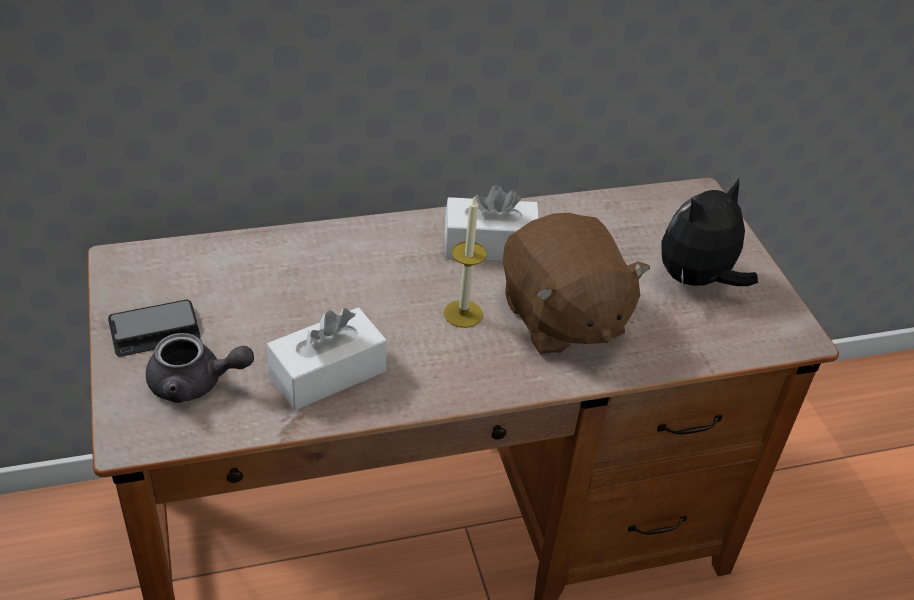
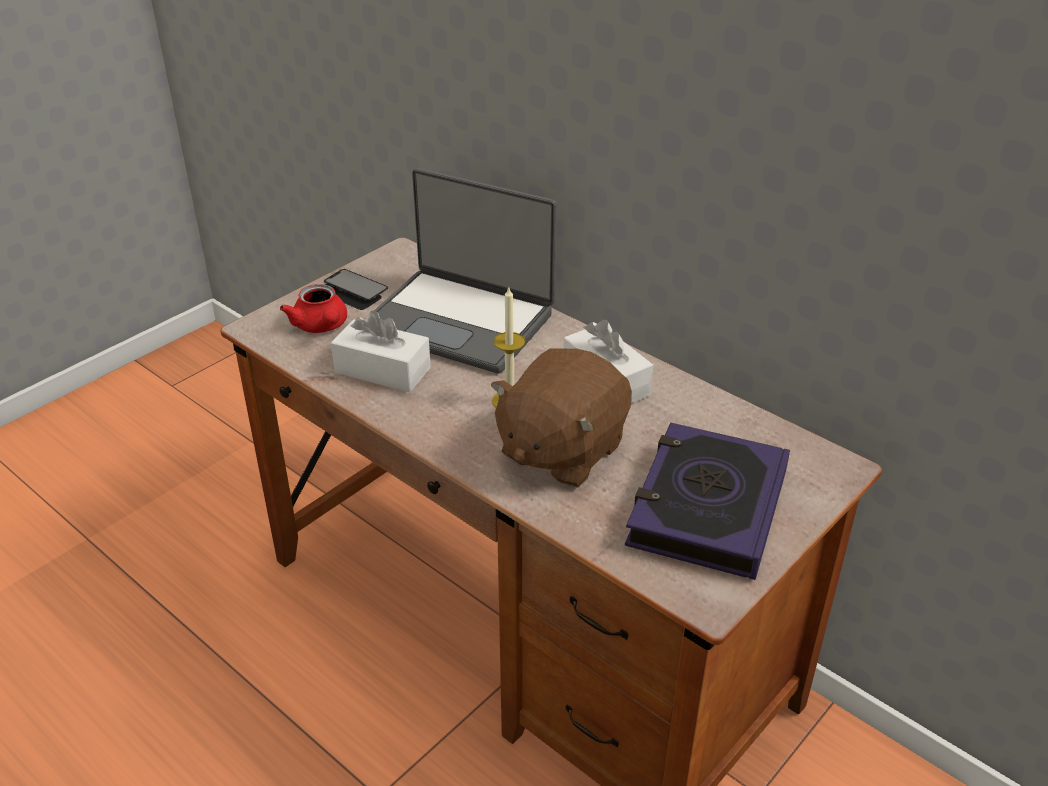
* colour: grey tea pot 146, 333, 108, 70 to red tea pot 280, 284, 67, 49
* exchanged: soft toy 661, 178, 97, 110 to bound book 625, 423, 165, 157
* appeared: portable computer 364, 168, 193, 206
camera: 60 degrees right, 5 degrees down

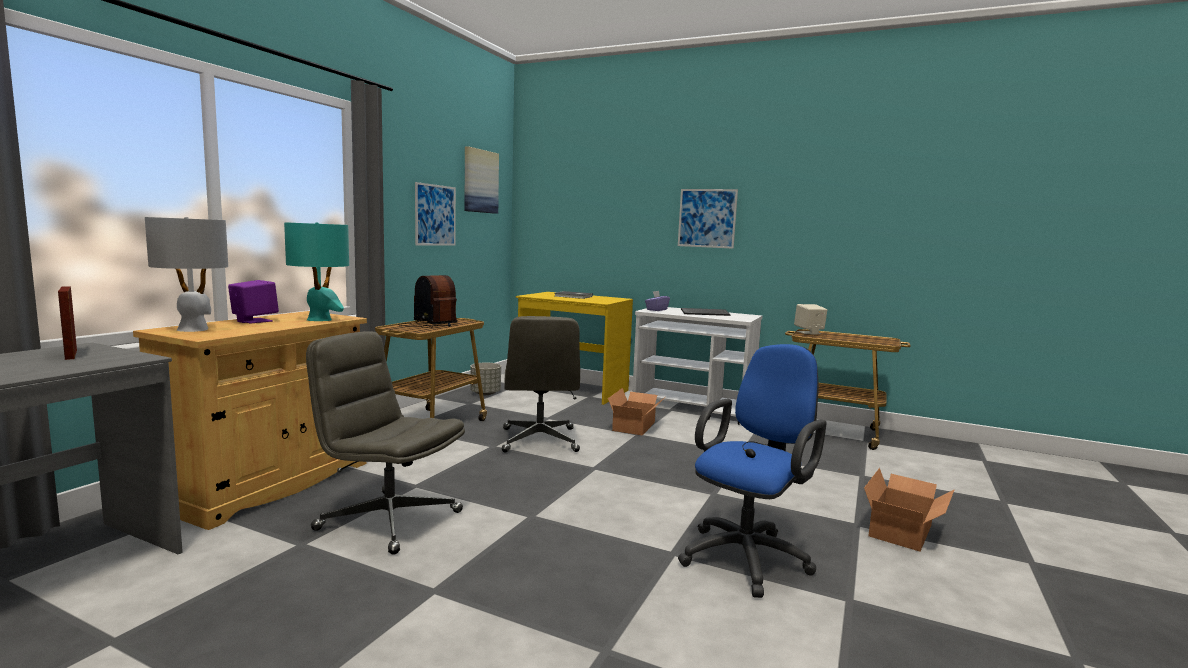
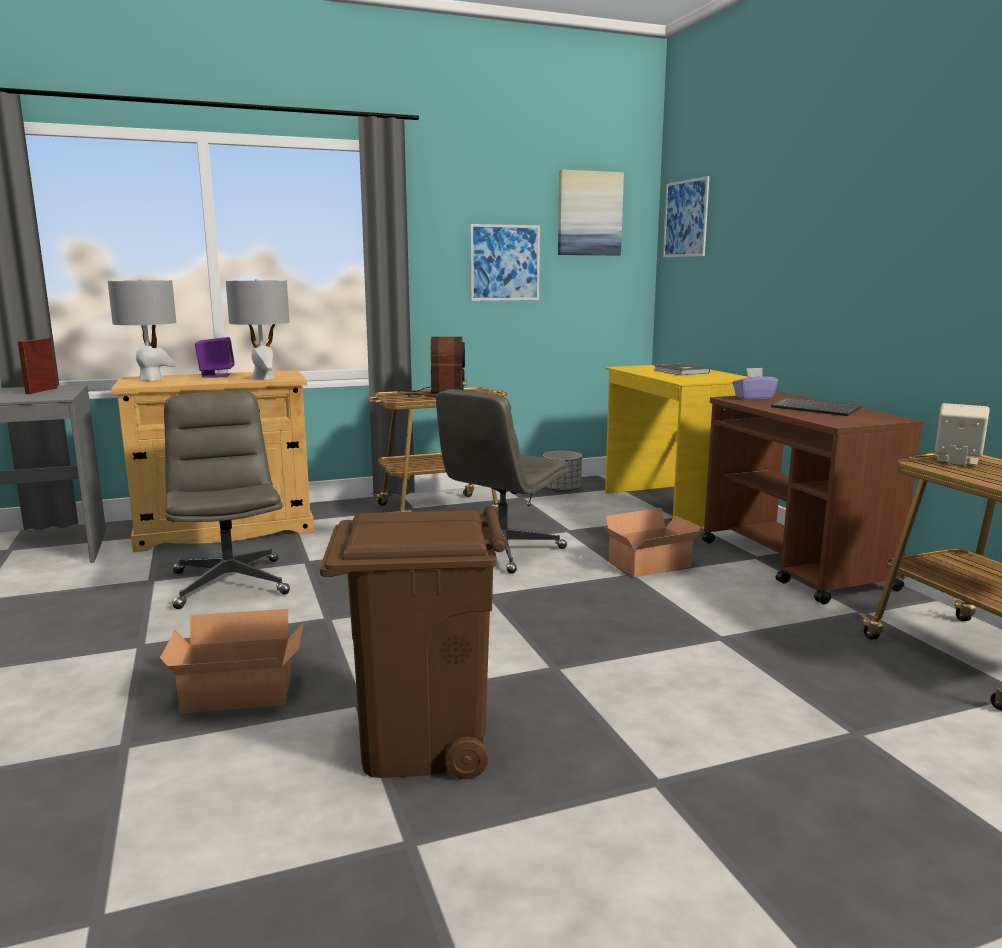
* colour: turquoise lamp for a table 284, 222, 65, 99 to grey lamp for a table 226, 280, 64, 100
* colour: whitish trolley 632, 307, 130, 118 to brown trolley 702, 393, 222, 212
* relocated: wall art 678, 189, 60, 60 to 663, 176, 47, 81
* exchanged: blue-coloured computer chair 678, 344, 149, 254 to brown waste bin 320, 505, 187, 274
* relocated: carton 864, 468, 90, 84 to 160, 609, 144, 105
camera: 45 degrees right, 5 degrees up

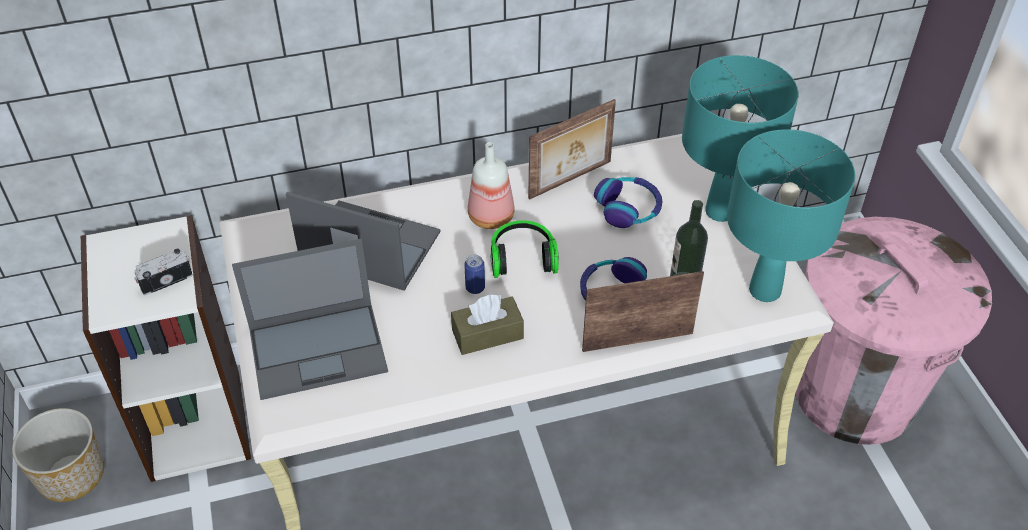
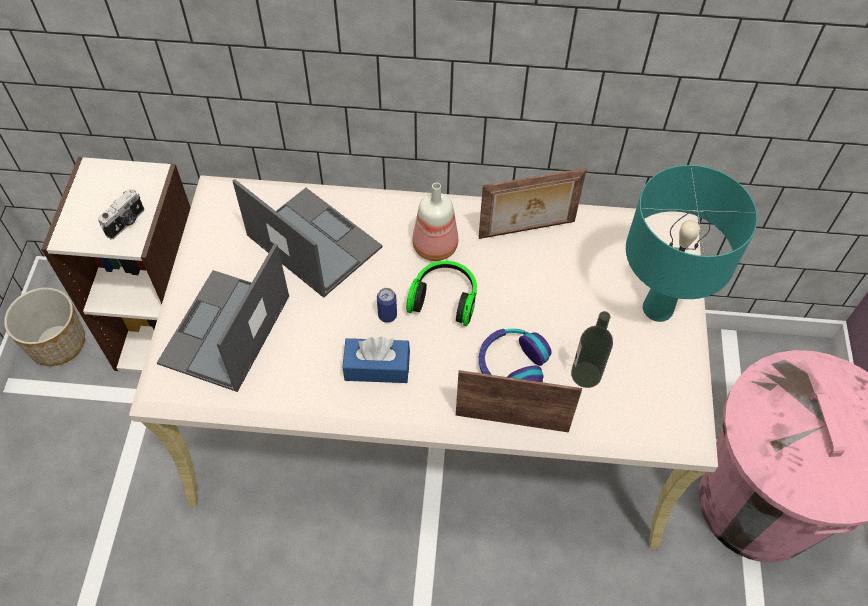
* spun: photo camera 134, 248, 59, 47 = 98, 189, 46, 51 135 degrees clockwise
* spun: portable computer 232, 239, 156, 161 = 157, 243, 132, 149 105 degrees clockwise
* colour: brown tissue box 451, 294, 73, 61 to blue-coloured tissue box 342, 337, 68, 46
* missing: headphones 594, 177, 68, 51
* missing: turquoise lamp for a table 727, 129, 128, 173
camera: 20 degrees right, 10 degrees up

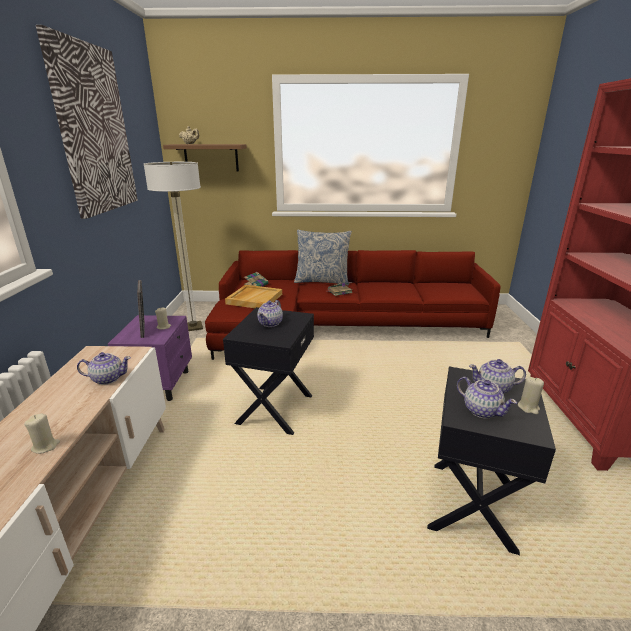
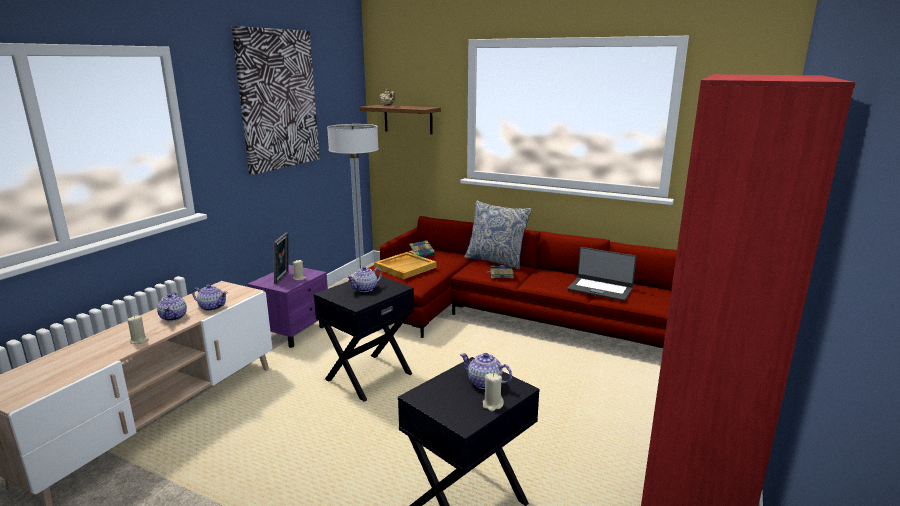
* relocated: tea pot 457, 377, 60, 42 to 157, 292, 30, 29
* appeared: portable computer 567, 247, 70, 54
camera: 25 degrees right, 5 degrees down

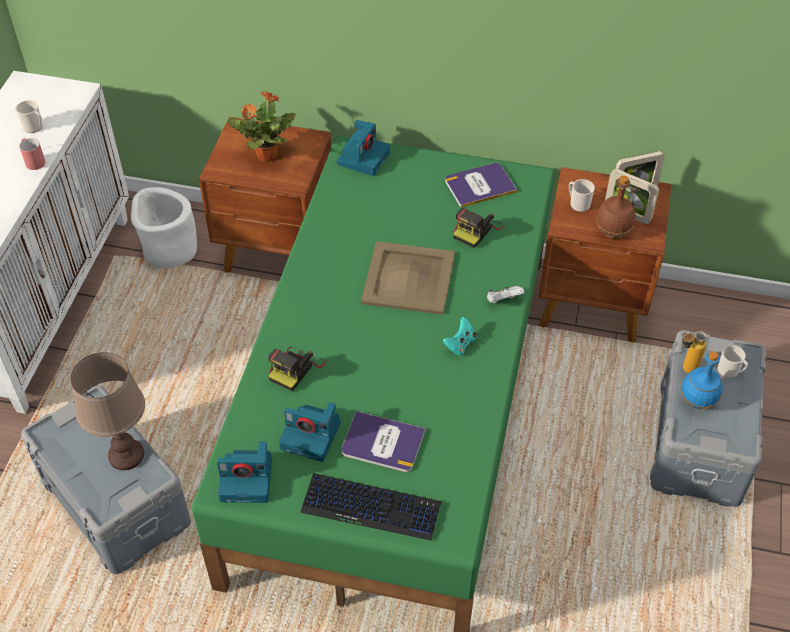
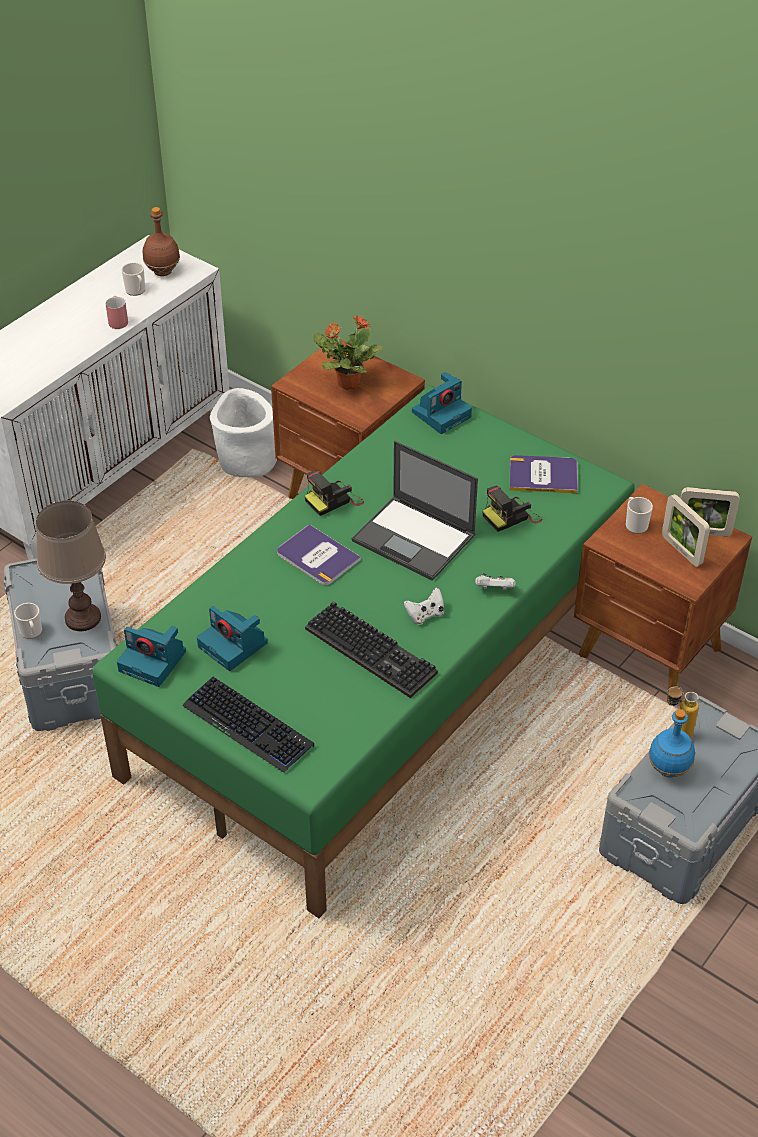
* relocated: photo camera 268, 347, 58, 44 to 305, 470, 59, 46
* relocated: bound book 341, 411, 84, 61 to 277, 524, 84, 61
* exchanged: beige carrying tray 361, 241, 94, 74 to portable computer 352, 441, 126, 140
* colour: turquoise game controller 443, 317, 34, 39 to whitish game controller 404, 588, 40, 37
* relocated: brown bottle 596, 175, 39, 64 to 143, 207, 37, 69
* relocated: coffee mug 718, 345, 30, 33 to 14, 603, 28, 36
* appeared: computer keyboard 305, 601, 133, 97
camera: 25 degrees right, 5 degrees down

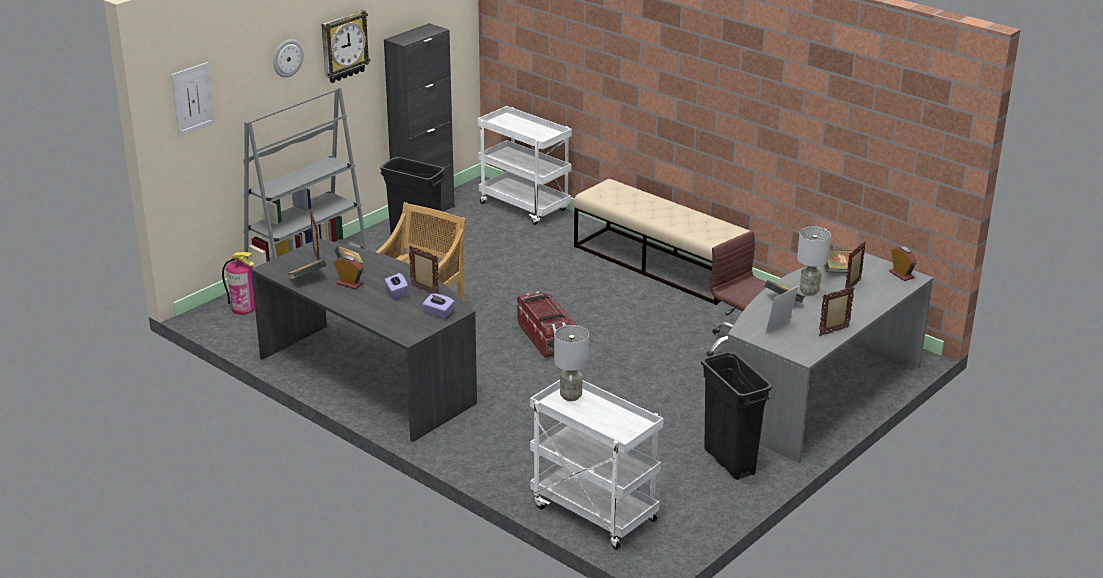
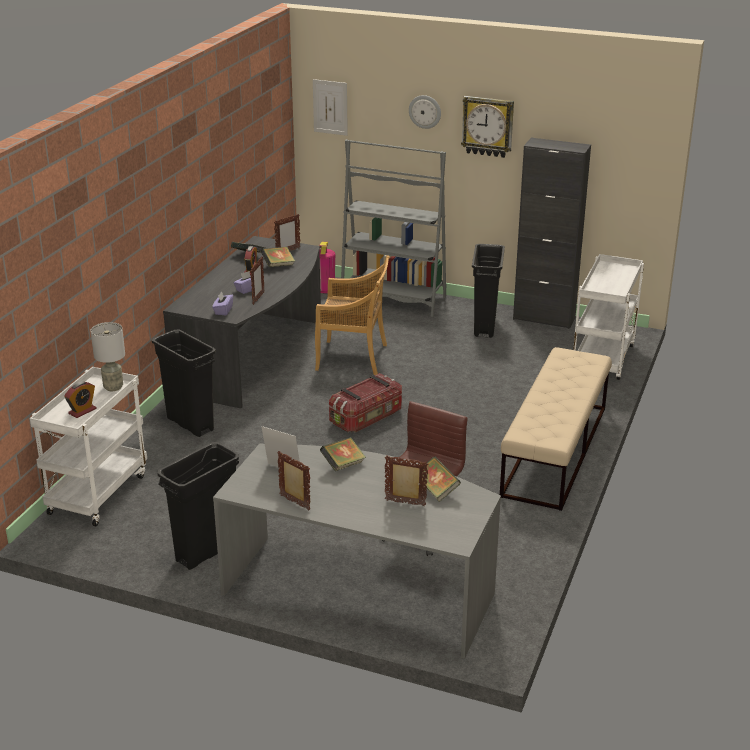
* missing: grey lamp for a table 797, 227, 34, 69
* relocated: table clock 889, 246, 28, 35 to 64, 381, 32, 37
* appeared: blackish waste bin 152, 330, 64, 107
camera: 70 degrees right, 0 degrees up

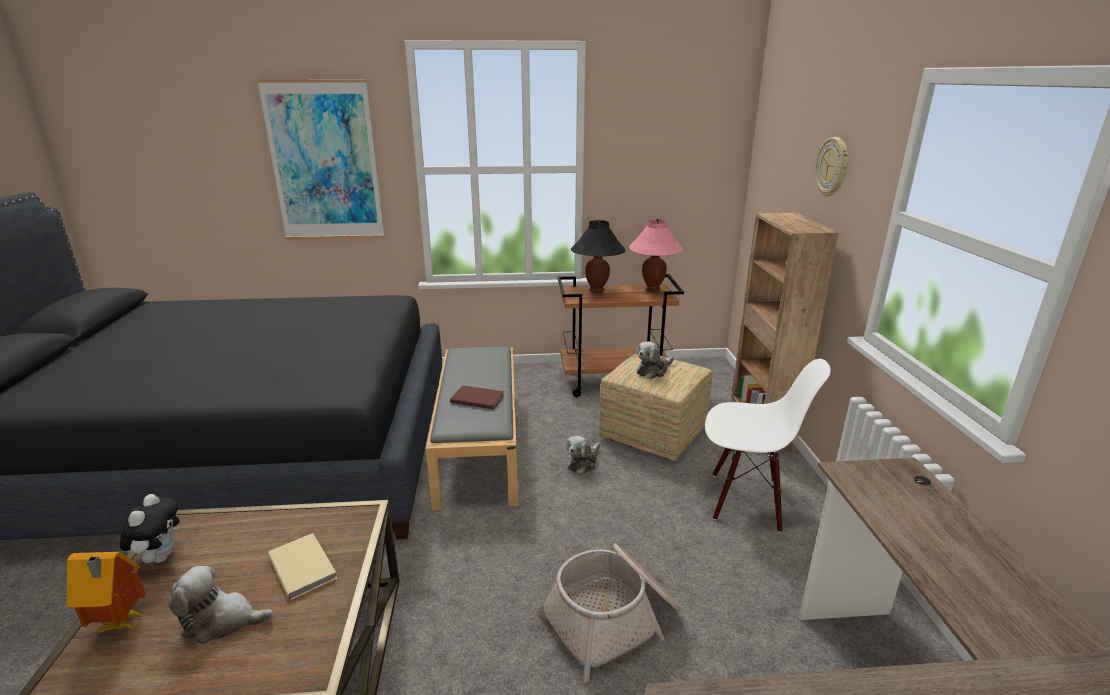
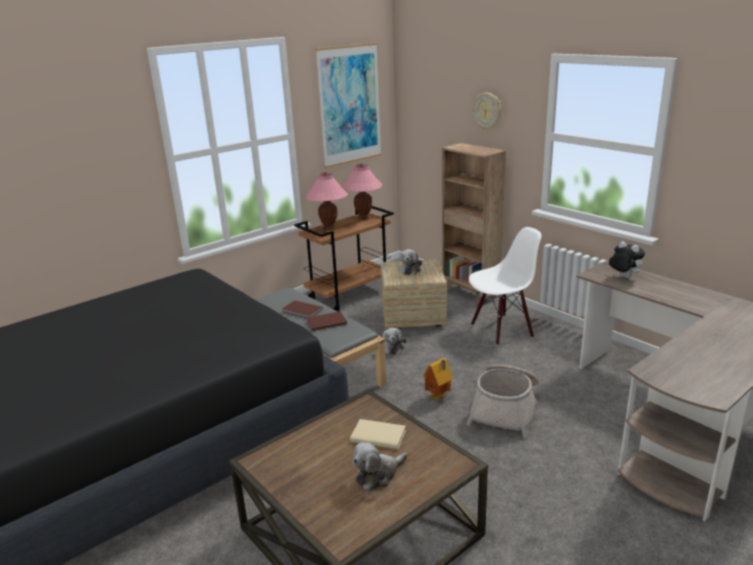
* relocated: miniature house 67, 552, 79, 81 to 423, 358, 30, 44
* relocated: soft toy 120, 494, 59, 69 to 609, 241, 36, 37
* relocated: wall art 257, 79, 128, 161 to 315, 42, 67, 126
* colour: blackish lamp for a table 571, 220, 55, 73 to pinkish lamp for a table 305, 172, 43, 58
* appeared: brown bound book 282, 300, 41, 18
camera: 35 degrees left, 0 degrees up

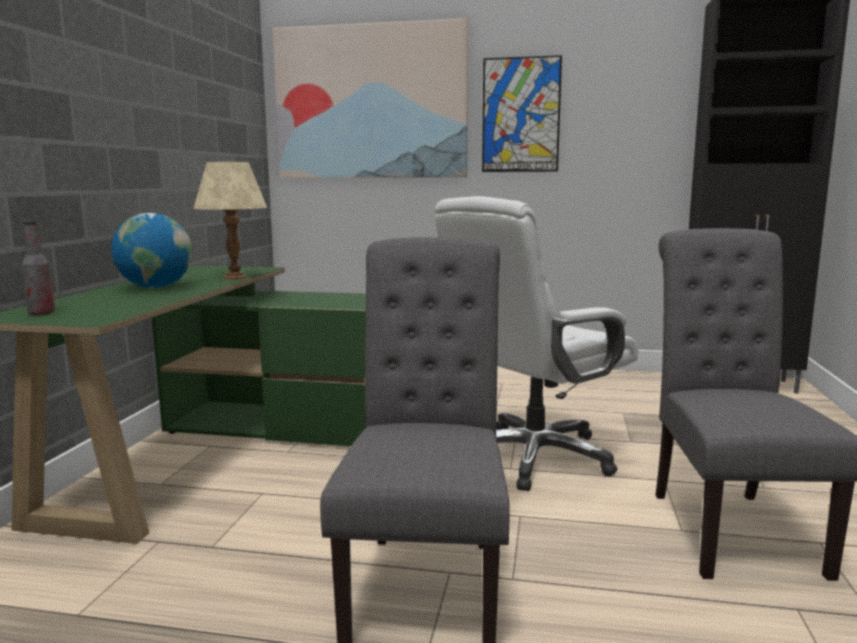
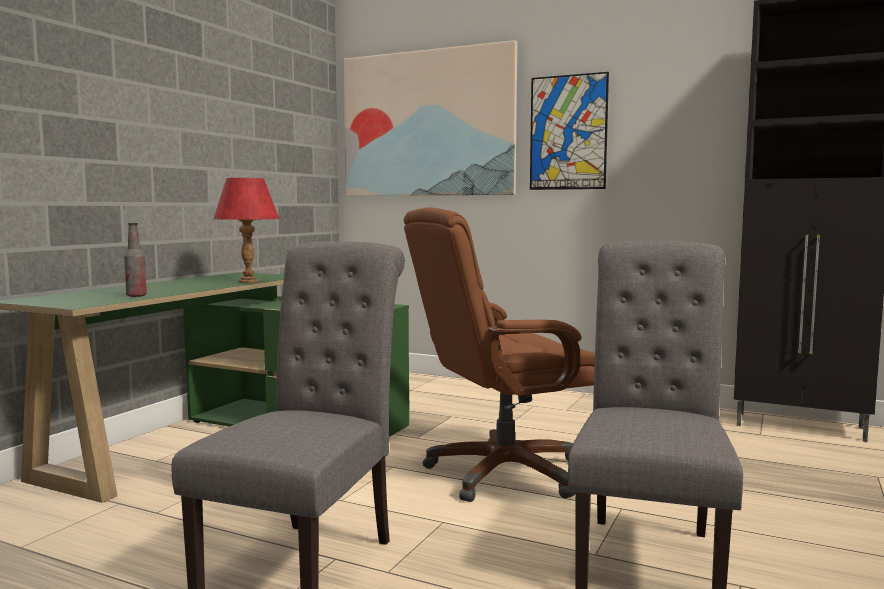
* relocated: bottle 22, 221, 33, 94 to 124, 223, 23, 74
* missing: desk globe 111, 213, 81, 75
* colour: beige lamp for a table 193, 162, 74, 117 to red lamp for a table 213, 178, 66, 105
* colour: whitish computer chair 435, 196, 203, 295 to brown computer chair 403, 207, 192, 295
camera: 15 degrees right, 5 degrees down

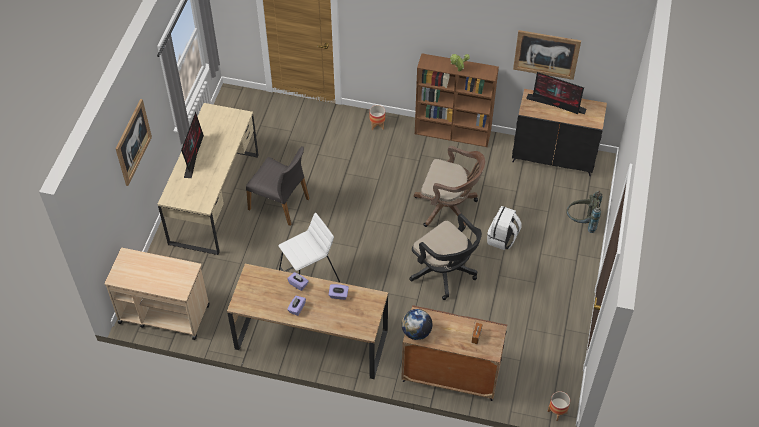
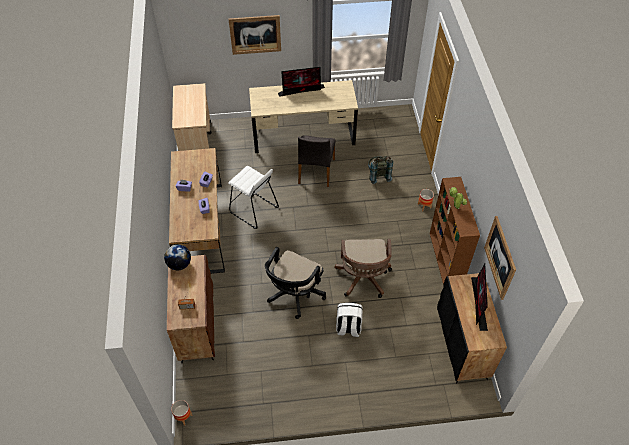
* relocated: grey knapsack 567, 191, 36, 42 to 368, 156, 25, 28
camera: 70 degrees right, 0 degrees up

